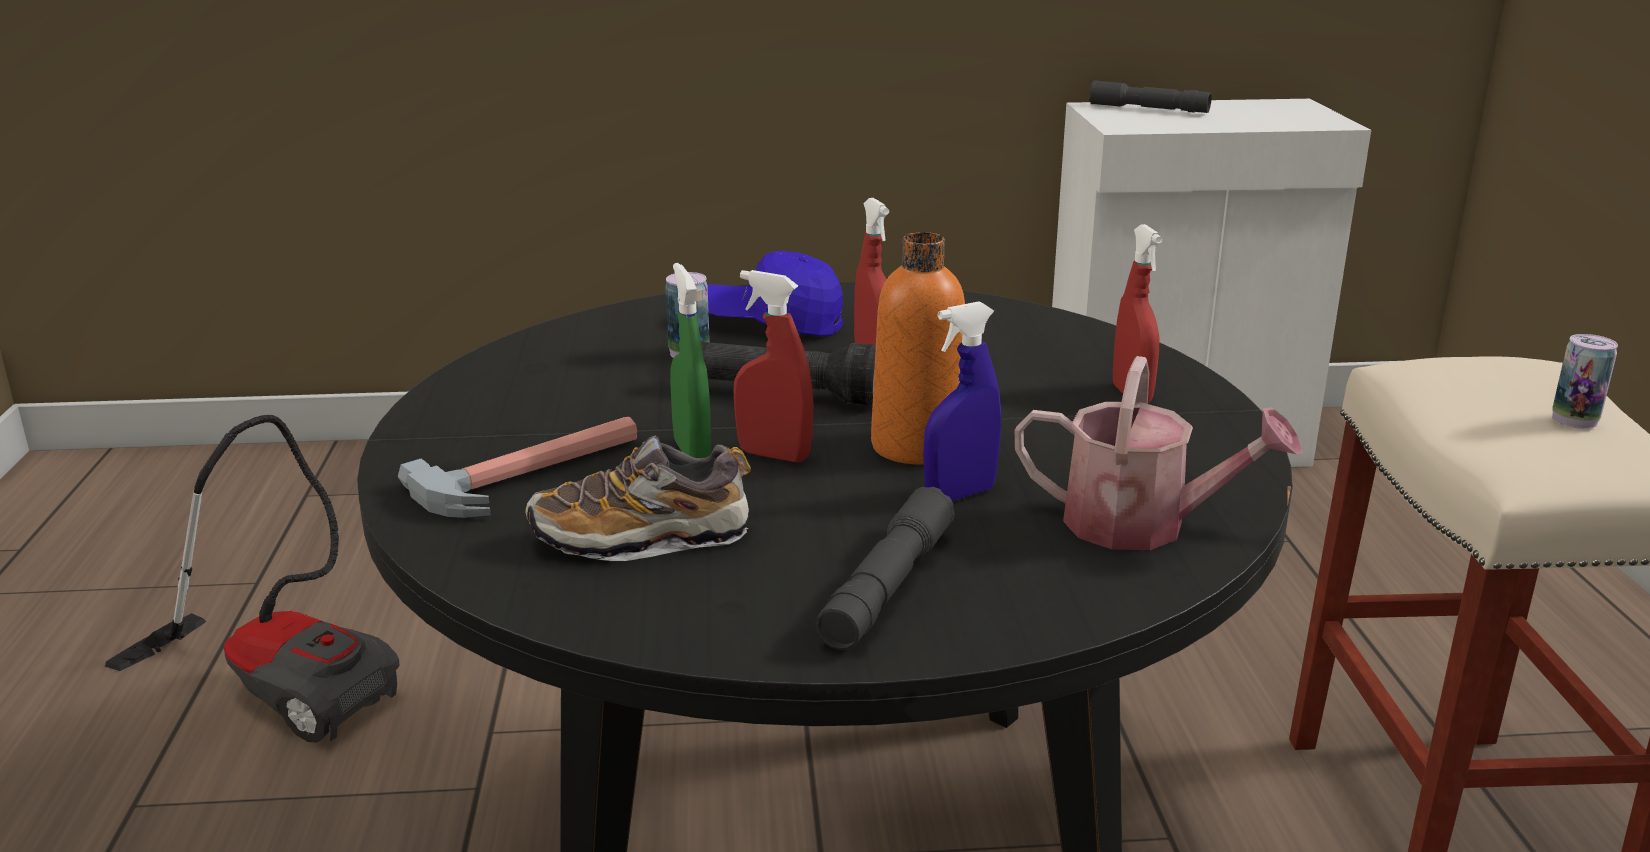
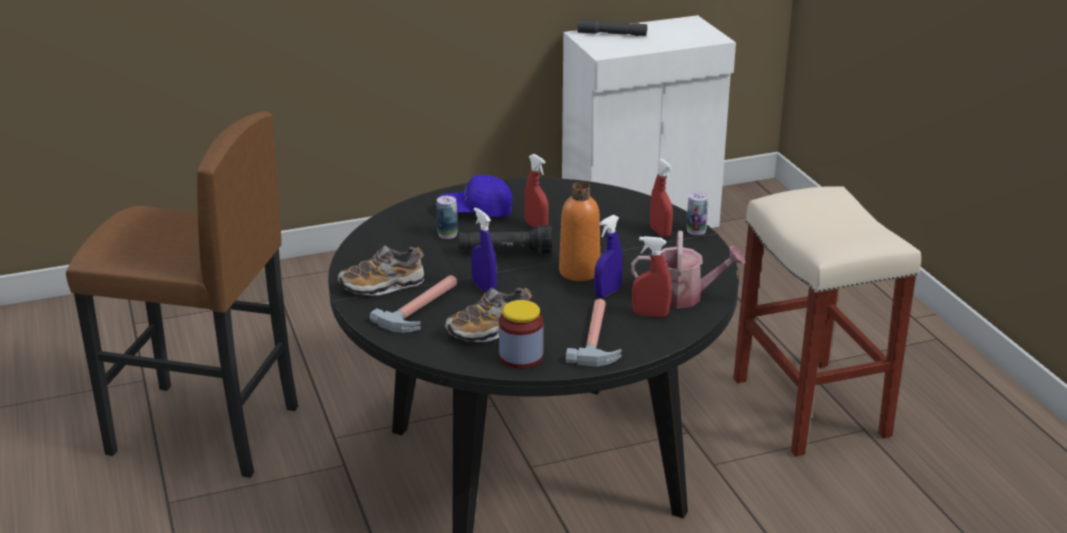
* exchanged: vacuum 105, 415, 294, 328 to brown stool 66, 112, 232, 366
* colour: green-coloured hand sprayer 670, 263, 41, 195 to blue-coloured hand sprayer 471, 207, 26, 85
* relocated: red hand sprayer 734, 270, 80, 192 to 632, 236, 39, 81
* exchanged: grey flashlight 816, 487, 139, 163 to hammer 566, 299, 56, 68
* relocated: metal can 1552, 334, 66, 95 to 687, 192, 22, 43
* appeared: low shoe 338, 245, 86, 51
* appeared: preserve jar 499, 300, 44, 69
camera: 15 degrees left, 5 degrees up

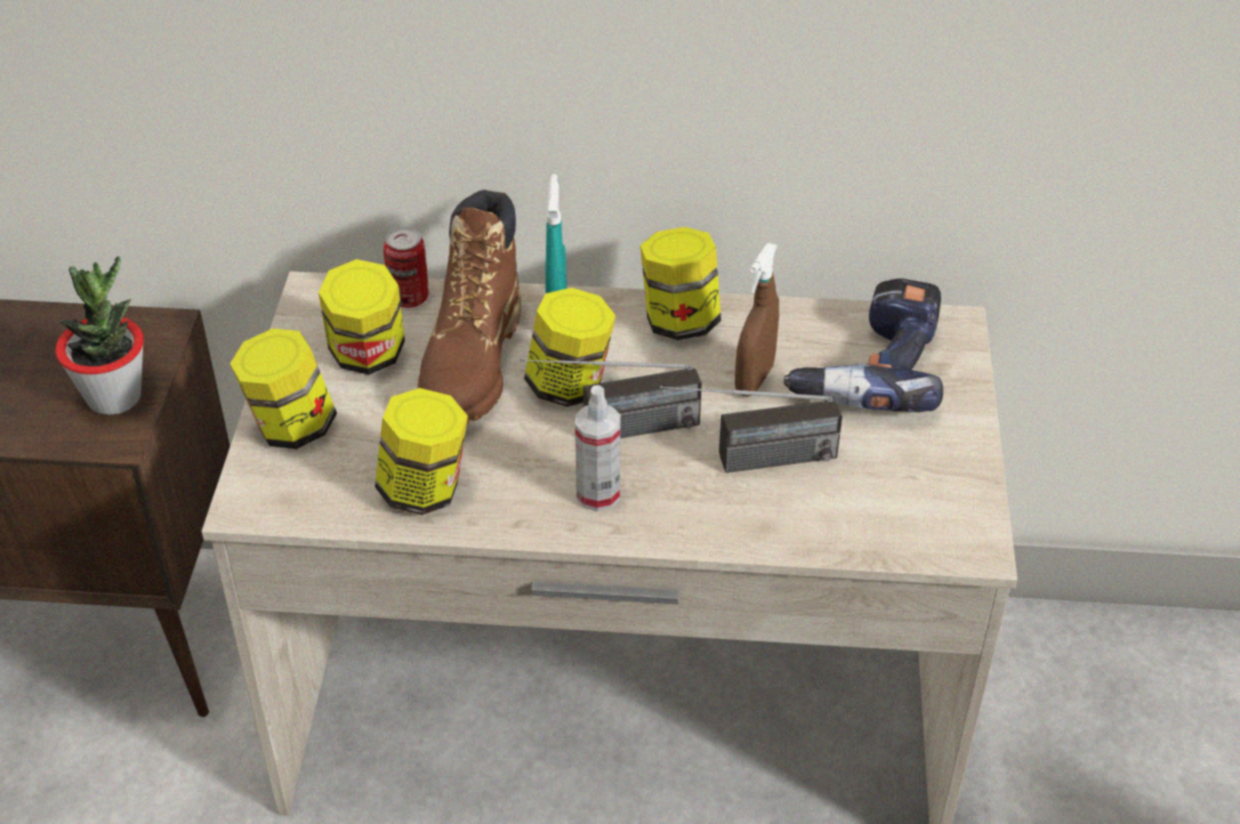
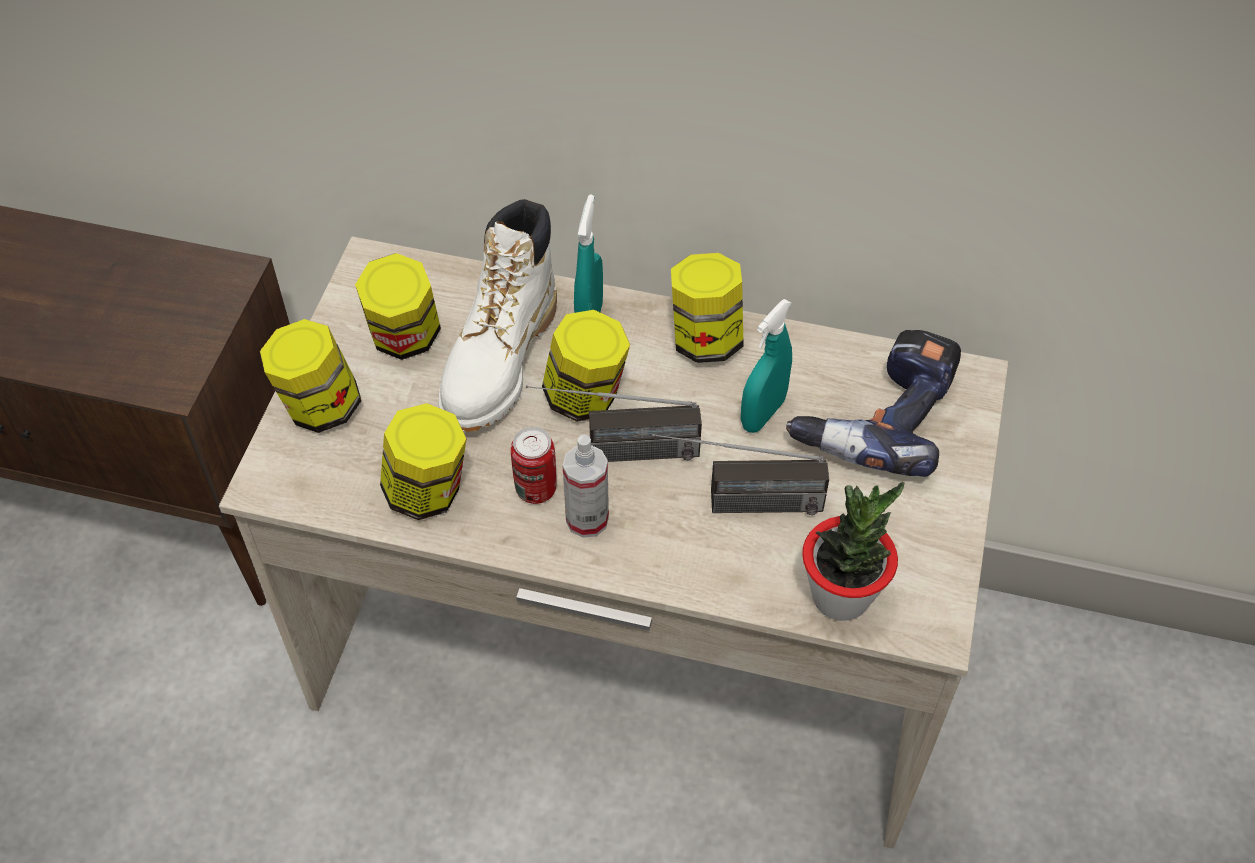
* relocated: houseplant 56, 256, 88, 159 to 802, 482, 102, 139
* relocated: metal can 383, 227, 45, 81 to 511, 427, 46, 77
* colour: brown high-top boot 418, 190, 103, 234 to whitish high-top boot 439, 199, 118, 233
* colour: brown hand sprayer 735, 243, 44, 154 to turquoise hand sprayer 741, 299, 51, 134
camera: 10 degrees right, 10 degrees up

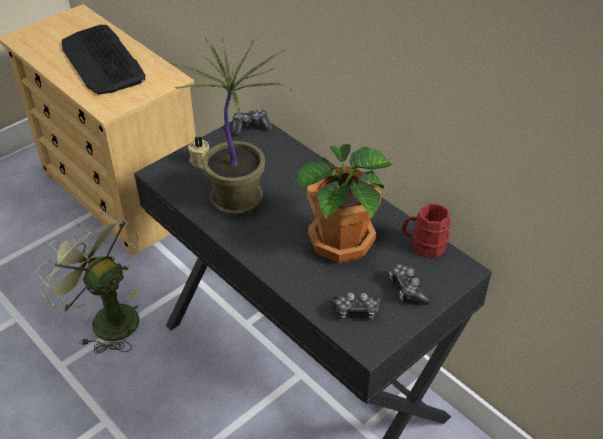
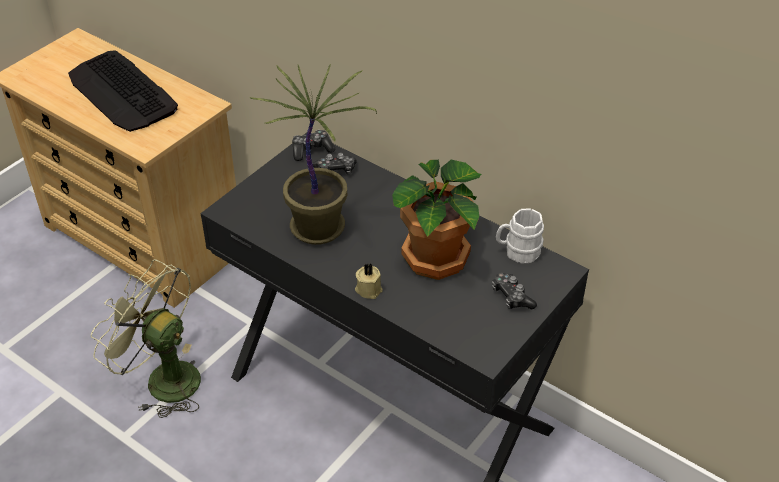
* relocated: beige wax candle 188, 136, 21, 33 to 355, 263, 28, 36
* relocated: game controller 331, 292, 51, 28 to 313, 153, 44, 21
* colour: red coffee mug 402, 203, 49, 55 to whitish coffee mug 496, 209, 48, 55
camera: 10 degrees left, 0 degrees up

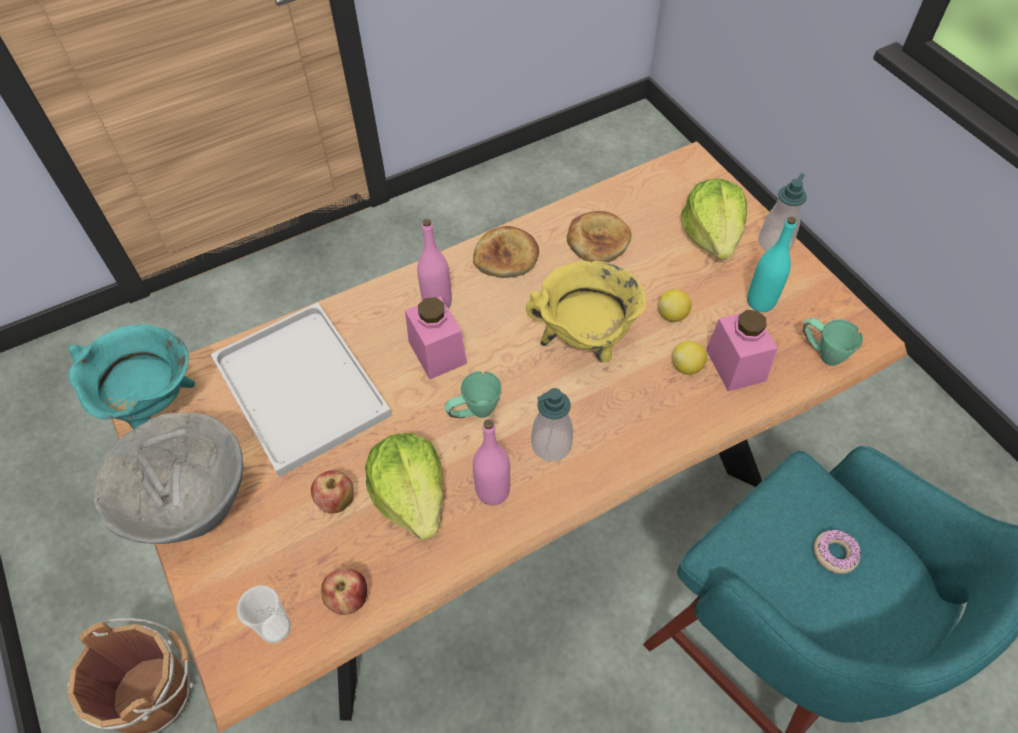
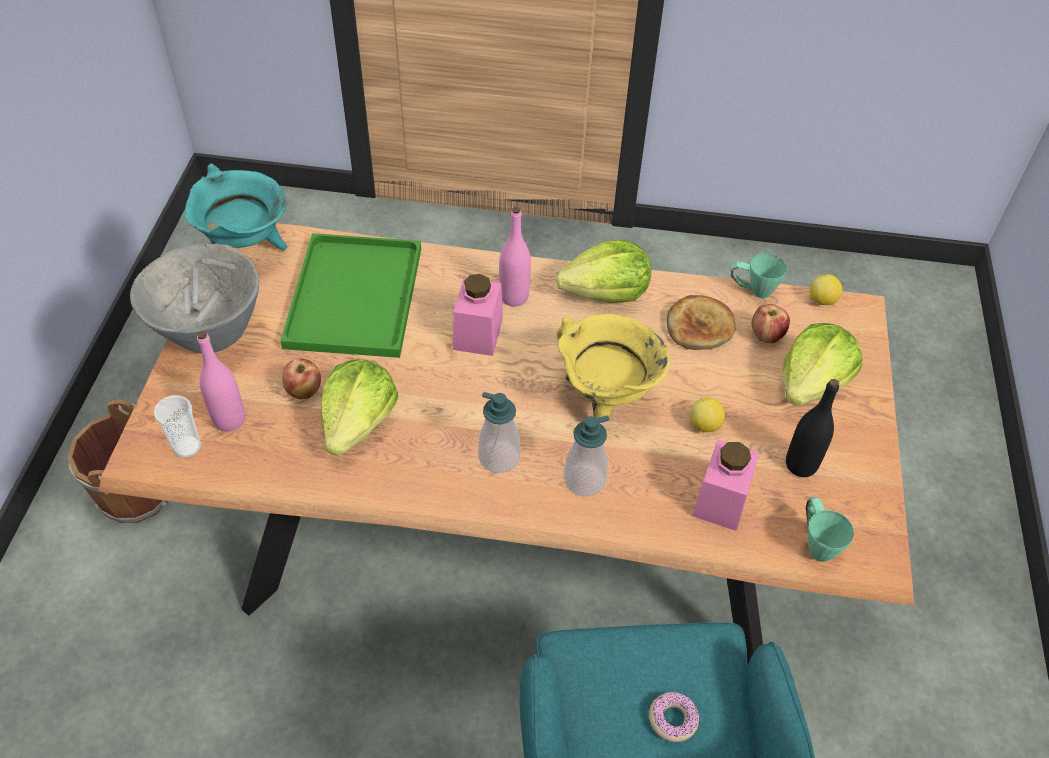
* colour: whitish carrying tray 210, 302, 182, 175 to green-coloured carrying tray 280, 233, 141, 125
* relocated: apple 321, 569, 47, 46 to 752, 304, 38, 40
* relocated: green-coloured coffee mug 444, 371, 58, 47 to 731, 253, 56, 45
* exchanged: bread 473, 226, 66, 52 to head of lettuce 556, 240, 95, 63
* relocated: pinkish bottle 473, 419, 37, 86 to 197, 331, 48, 100
* relocated: lemon 672, 341, 35, 34 to 810, 274, 33, 31
* colour: turquoise bottle 747, 217, 49, 95 to blackish bottle 786, 379, 53, 98
* relocated: soap dispenser 758, 173, 49, 78 to 564, 415, 45, 81
camera: 35 degrees right, 5 degrees down

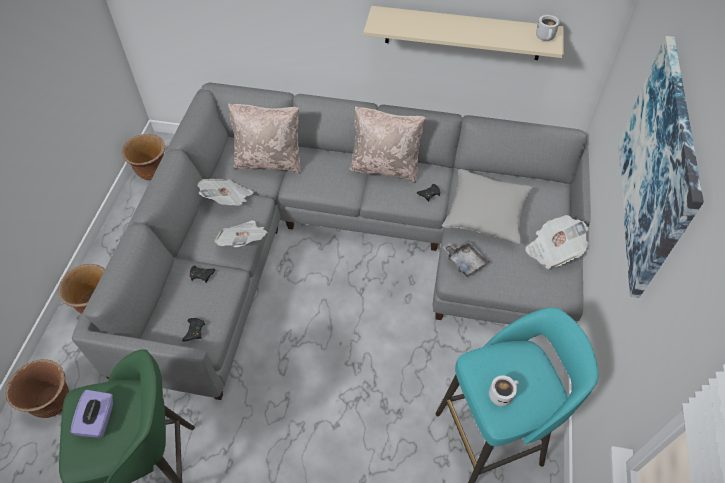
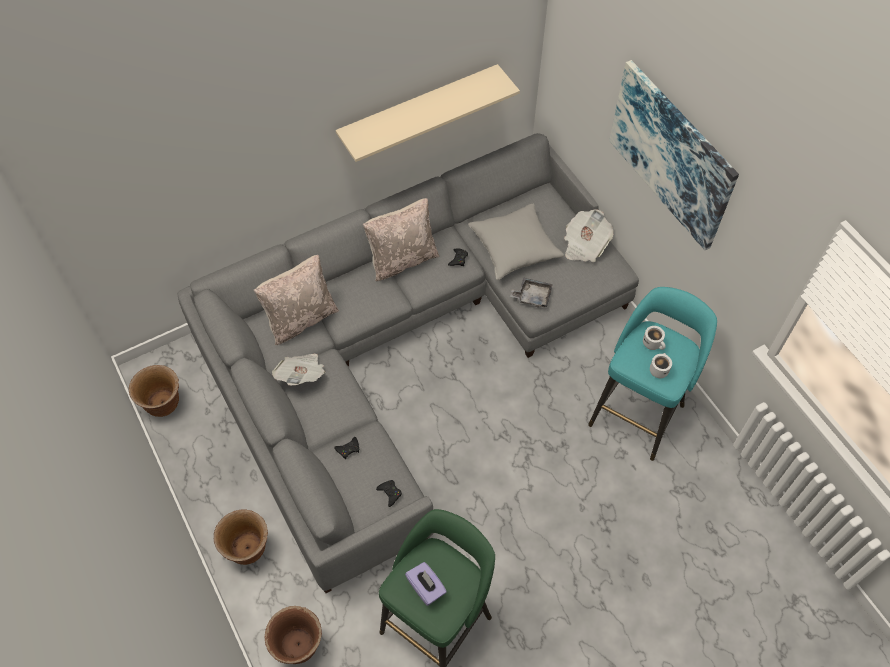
* missing: newspaper 214, 221, 54, 27
* relocated: whitish coffee mug 536, 15, 24, 26 to 643, 326, 23, 24
camera: 40 degrees left, 5 degrees up

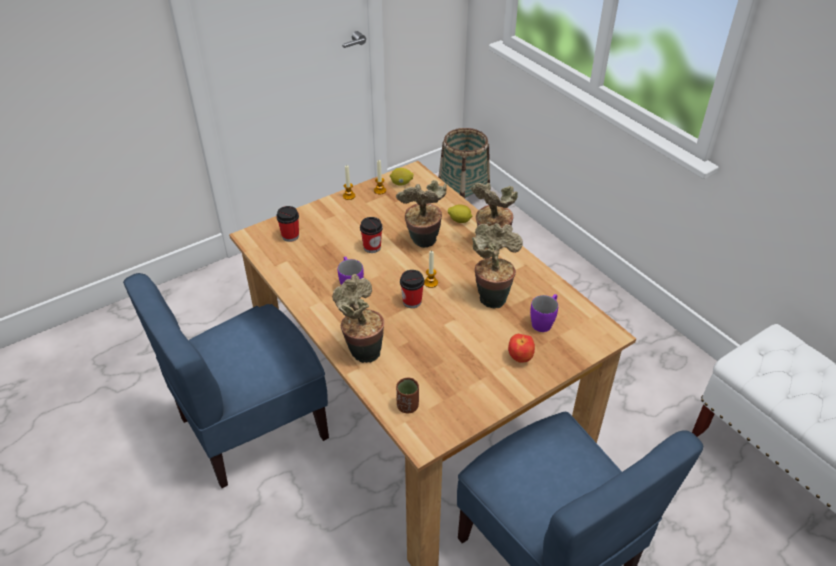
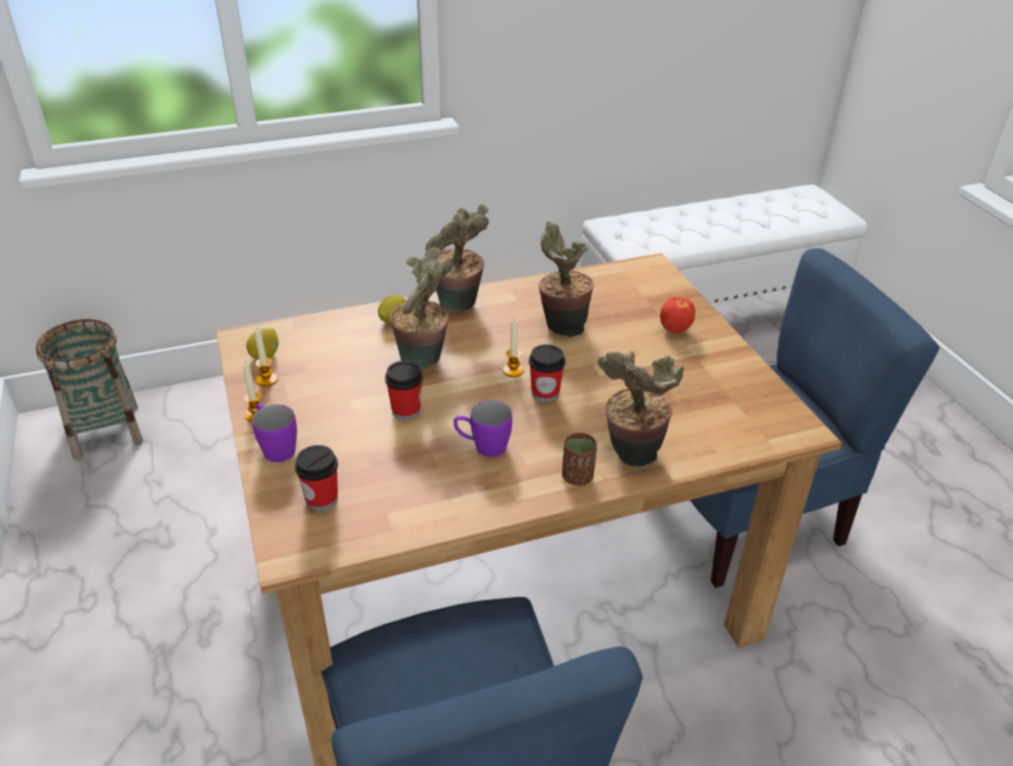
* relocated: brown drinking cup 396, 378, 23, 35 to 562, 433, 35, 53
* relocated: purple coffee mug 530, 294, 28, 38 to 252, 403, 45, 59
camera: 75 degrees left, 5 degrees down

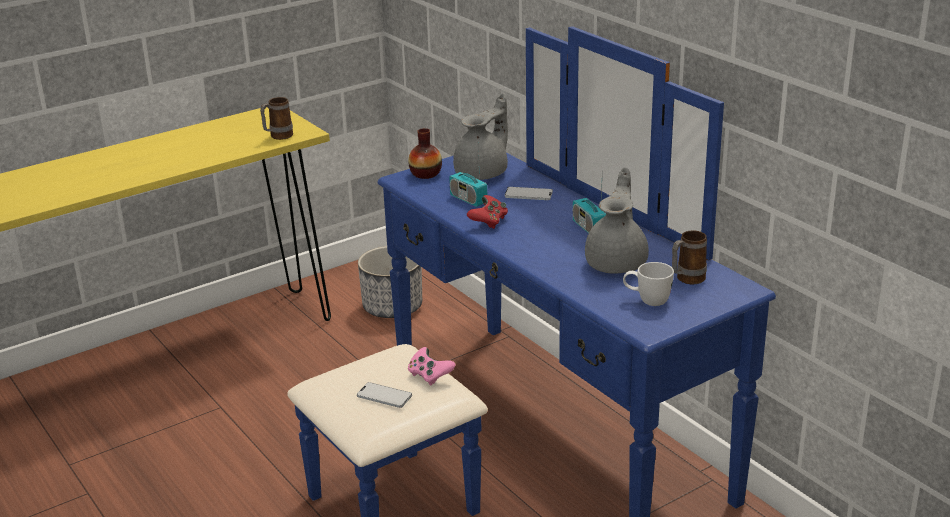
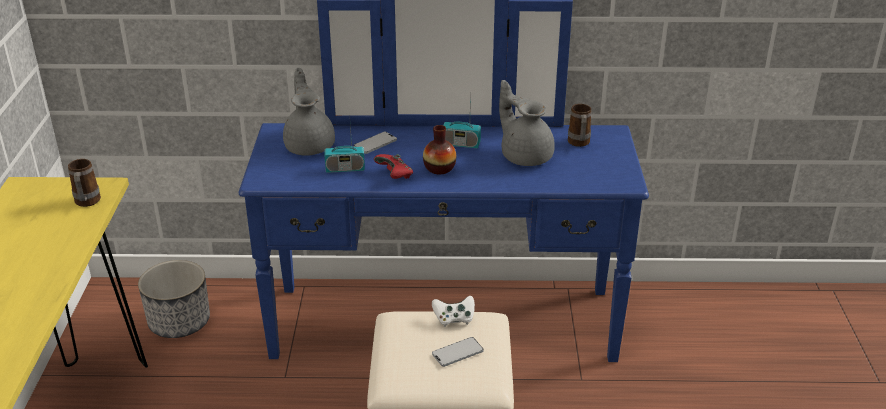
* relocated: decorative vase 408, 128, 34, 51 to 423, 125, 33, 49
* colour: pinkish game controller 408, 347, 48, 39 to whitish game controller 432, 296, 43, 31
* missing: whitish coffee mug 623, 262, 51, 44
camera: 55 degrees left, 5 degrees up

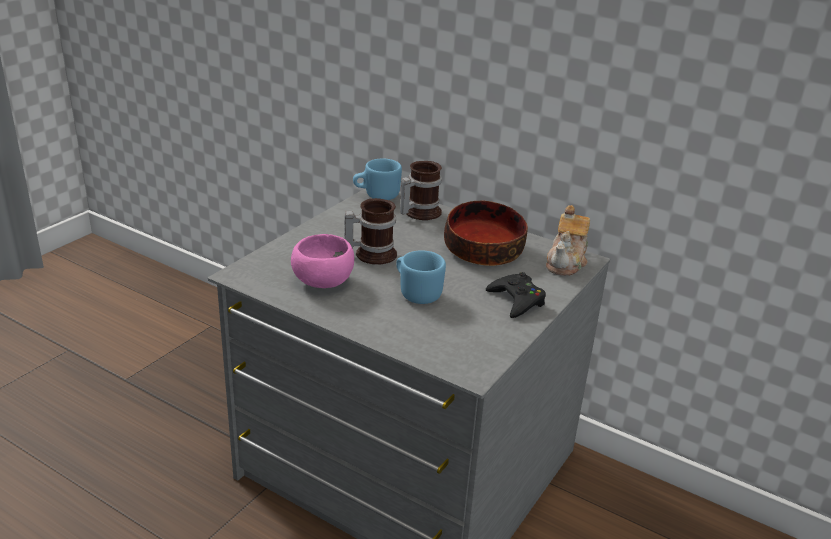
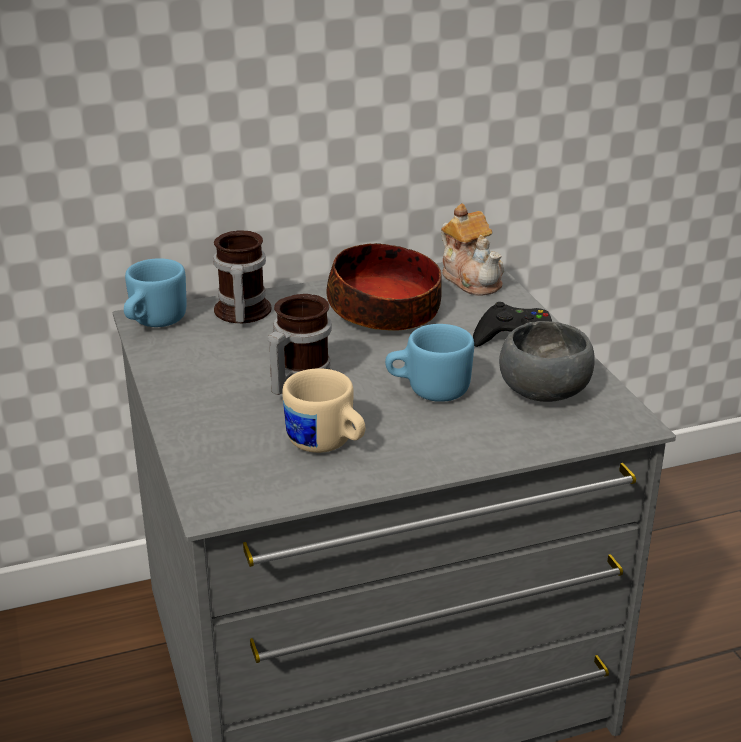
* exchanged: pinkish serving bowl 291, 234, 63, 54 to beige coffee mug 282, 368, 83, 85
* appeared: grey serving bowl 499, 321, 96, 81
camera: 50 degrees left, 0 degrees up

